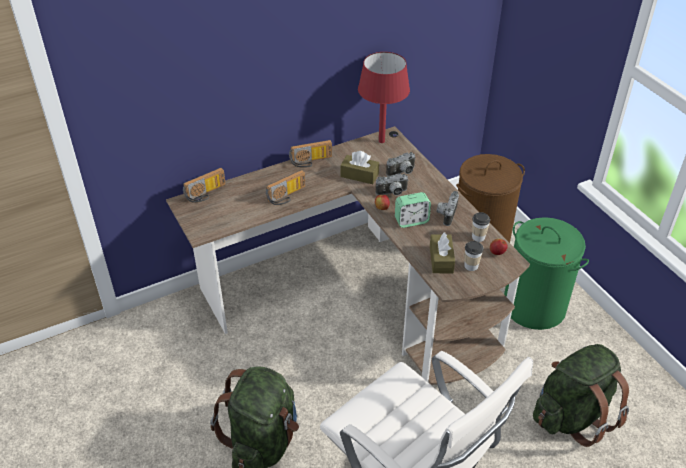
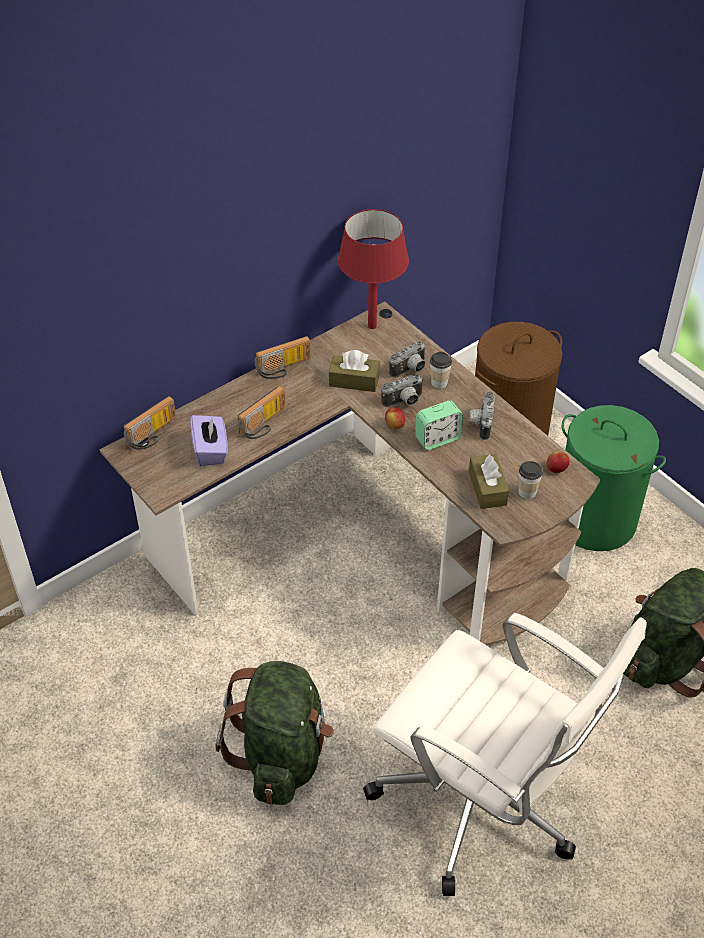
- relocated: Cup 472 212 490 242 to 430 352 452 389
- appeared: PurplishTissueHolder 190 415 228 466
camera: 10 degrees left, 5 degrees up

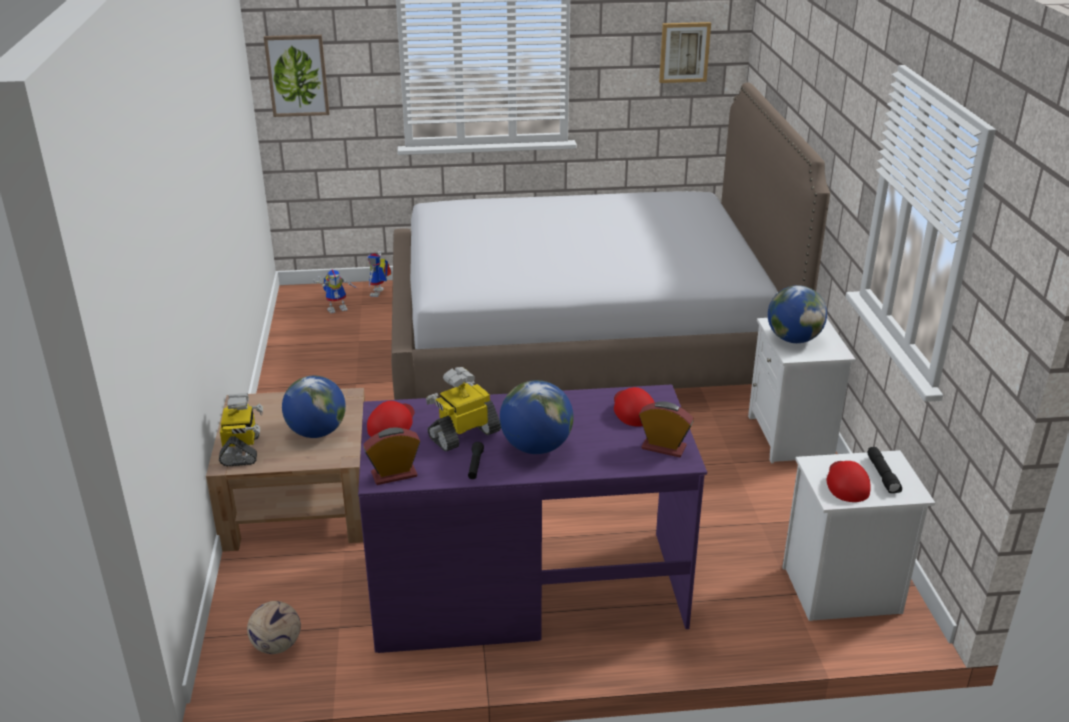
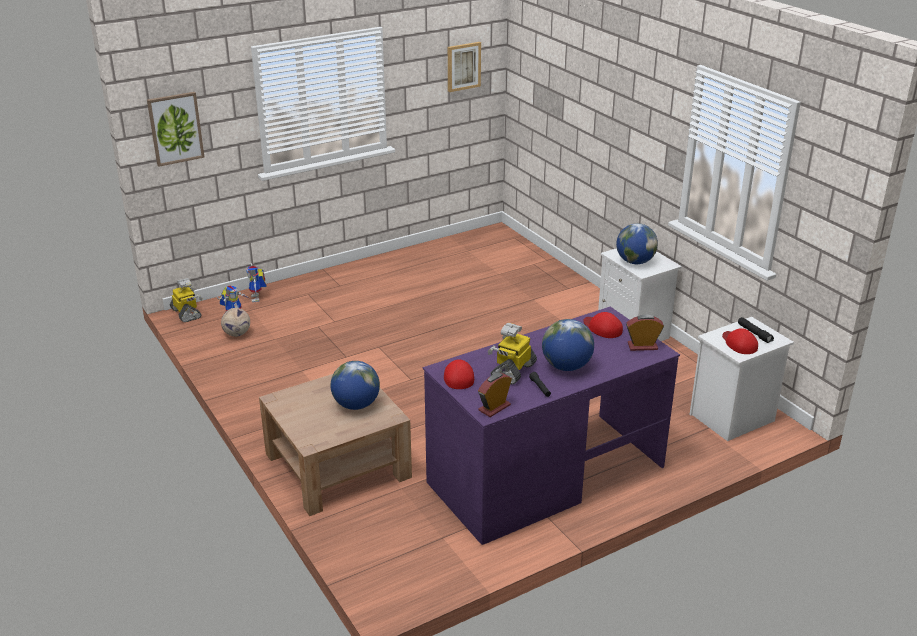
- relocated: ToyRobot 219 393 263 466 to 170 278 202 322
- relocated: FootballBall 247 601 301 654 to 221 308 250 337
- missing: Bed 391 82 830 400
camera: 25 degrees left, 0 degrees up

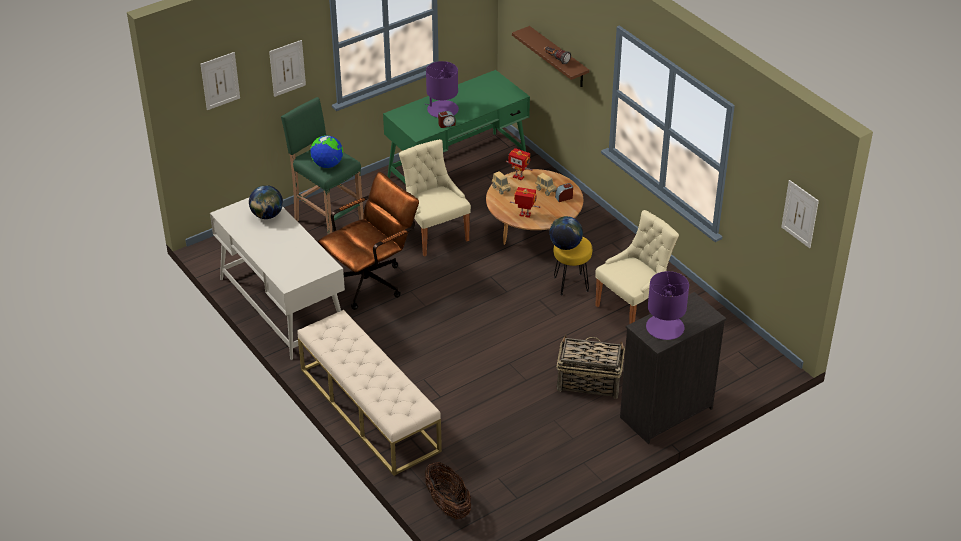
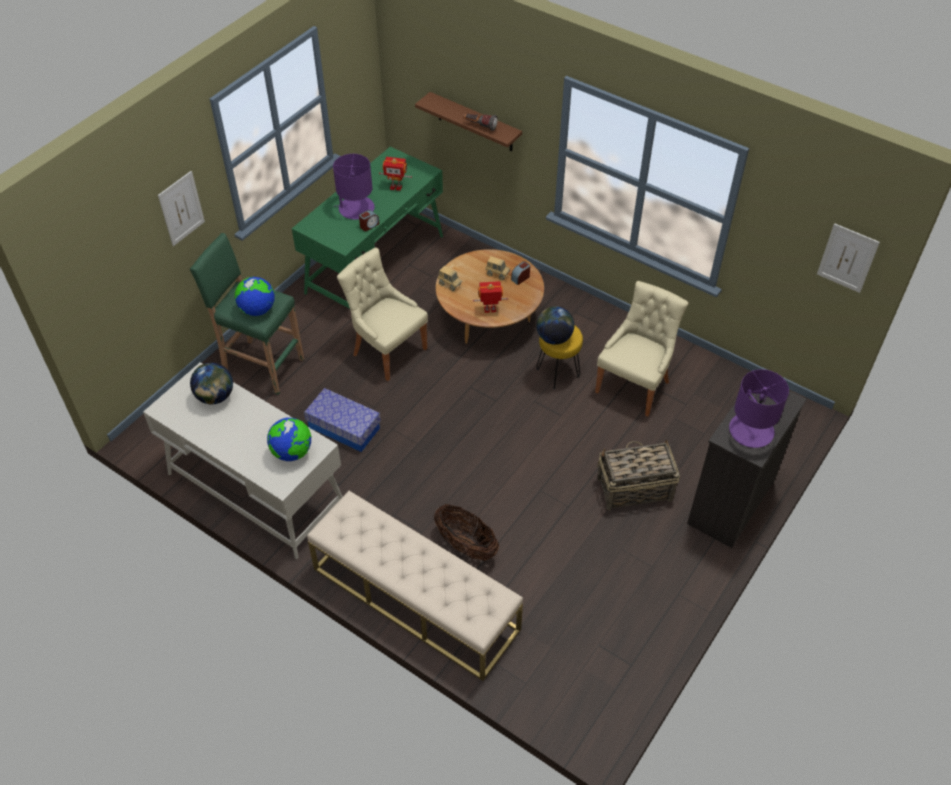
- missing: WallArt 201 52 240 110
- exchanged: BrownComputerChair 318 172 419 310 to StorageBin 304 388 381 452
- relocated: Basket 425 462 471 519 to 434 504 499 561
- relocated: ToyRobot 506 148 533 180 to 379 157 412 191
- appeared: Globe 267 418 311 461
camera: 20 degrees left, 10 degrees up

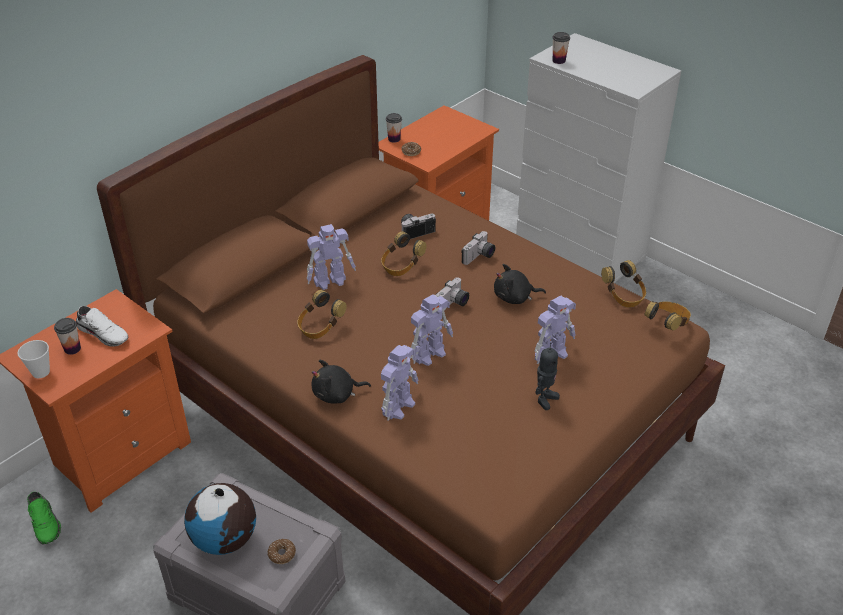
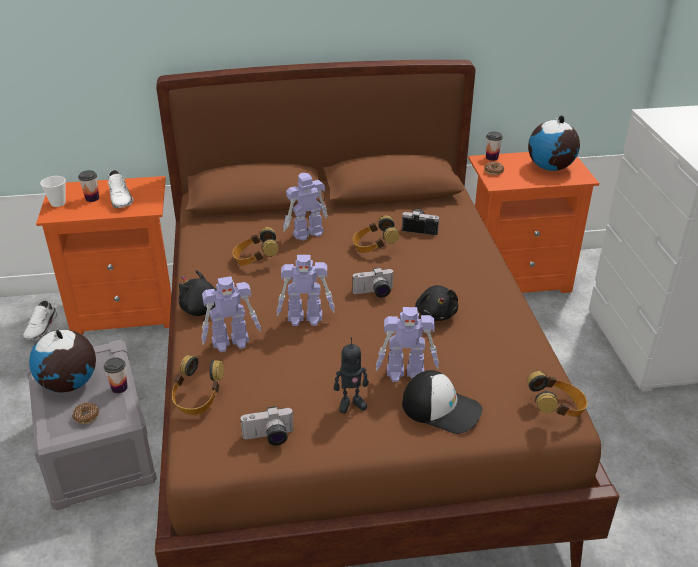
- colour: GreenishShoe 27 492 61 545 to WhitishShoe 23 300 58 340
- spun: ToyRobot 307 224 356 290 = 283 173 327 241 135 degrees clockwise
- relocated: StillCamera 461 231 495 265 to 240 406 293 446
- spun: BlackishCuddlyToy 494 264 546 304 = 415 285 458 321 135 degrees counterclockwise
- relocated: Cup 553 32 570 64 to 104 357 128 393
- relocated: Headphones 601 260 646 307 to 172 355 224 415
- appeared: PeakedCap 402 370 483 434
- appeared: Globe 528 115 580 171
camera: 40 degrees right, 5 degrees down

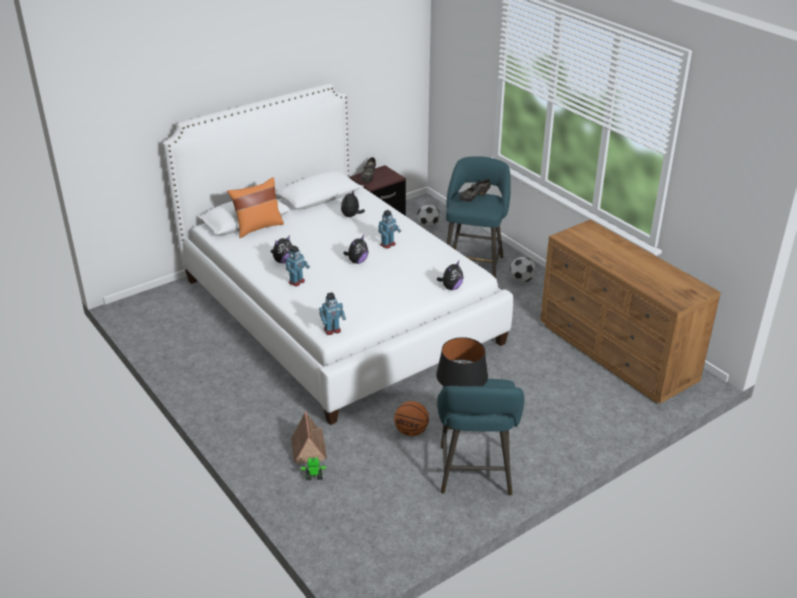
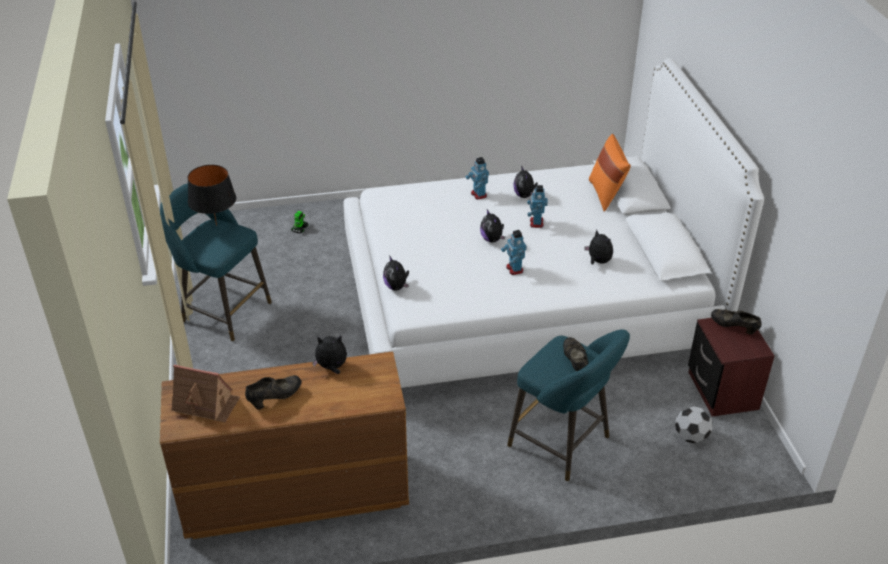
- relocated: ModelHouse 291 411 327 464 to 172 364 240 422
- relocated: ToyRobot 319 292 346 335 to 527 185 548 228
- missing: BasketballBall 394 401 429 436
- missing: FootballBall 510 257 536 282
- appeared: BlackishShoe 245 375 302 410
- appeared: CuddlyToy 312 336 347 374
camera: 115 degrees right, 5 degrees up

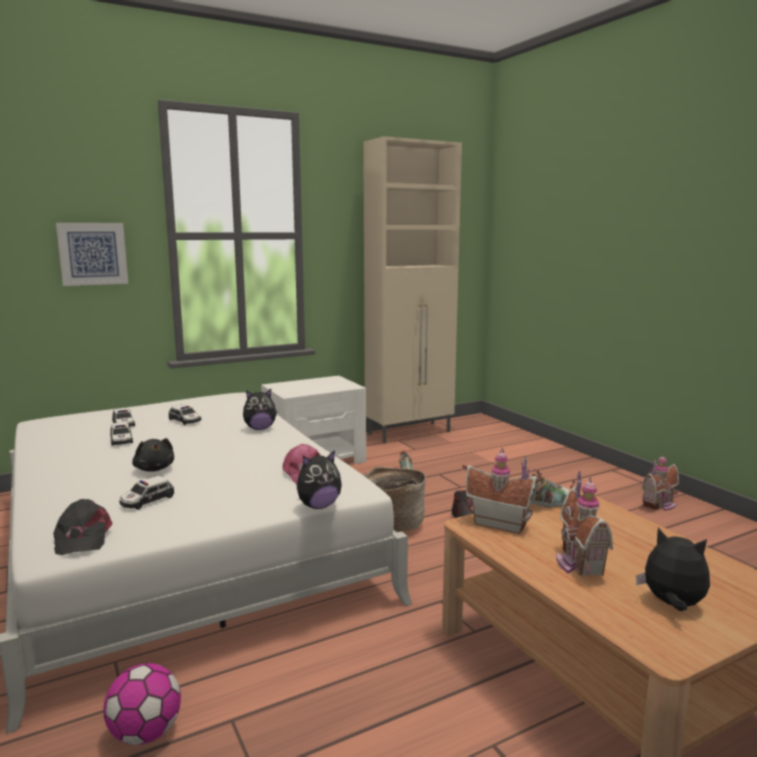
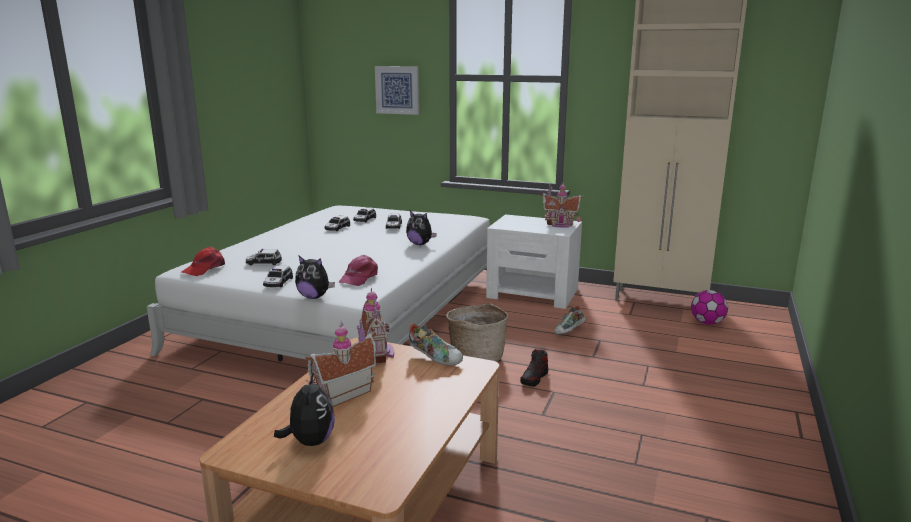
- colour: BlackishPeakedCap 53 499 113 555 to RedColouredPeakedCap 180 247 225 276
- relocated: FootballBall 103 663 181 745 to 691 290 728 325
- missing: BlackishCuddlyToy 132 438 174 472
- relocated: ModelHouse 642 455 679 511 to 540 182 584 228
- appeared: ModelCar 263 265 293 287
camera: 50 degrees right, 5 degrees up

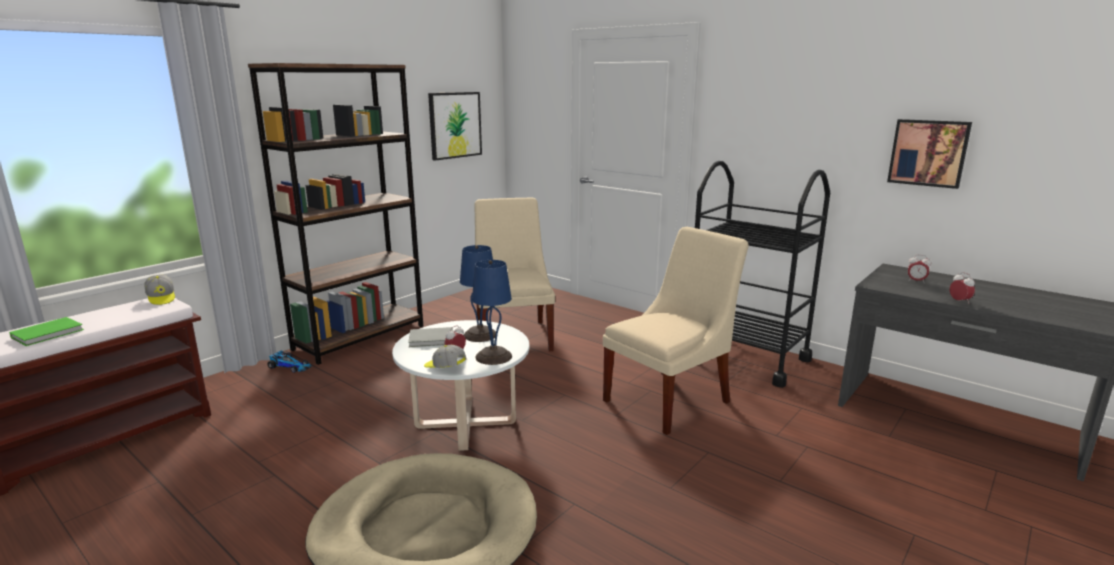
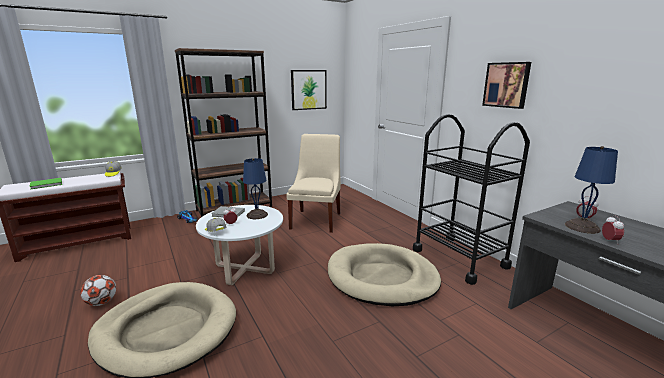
- relocated: BluishTabletopLamp 472 260 512 365 to 565 146 618 234
- exchanged: BeigeColouredPlainChair 603 227 749 435 to BeigeColouredDogBed 328 243 441 306
- relocated: WallArt 887 119 972 189 to 482 62 531 109
- appeared: FootballBall 80 275 116 306
camera: 20 degrees right, 0 degrees up

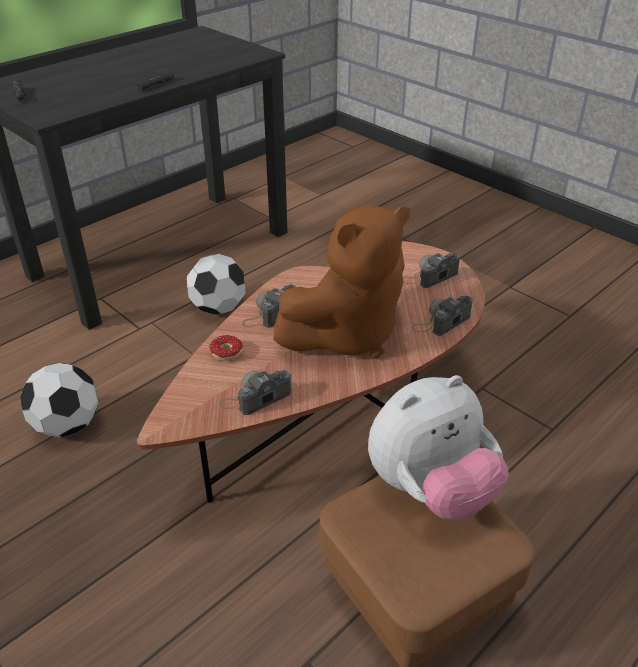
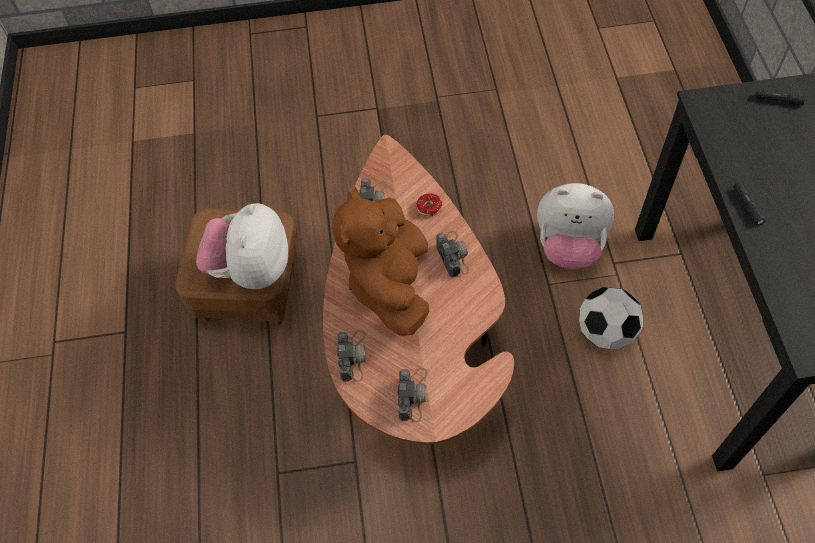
- missing: FootballBall 20 363 99 438
- appeared: CuddlyToy 537 183 614 269
camera: 130 degrees right, 20 degrees up

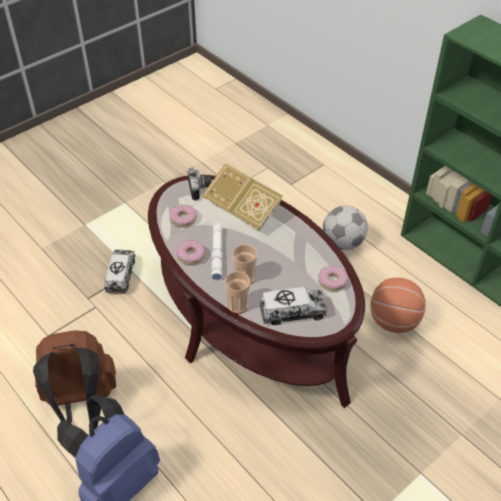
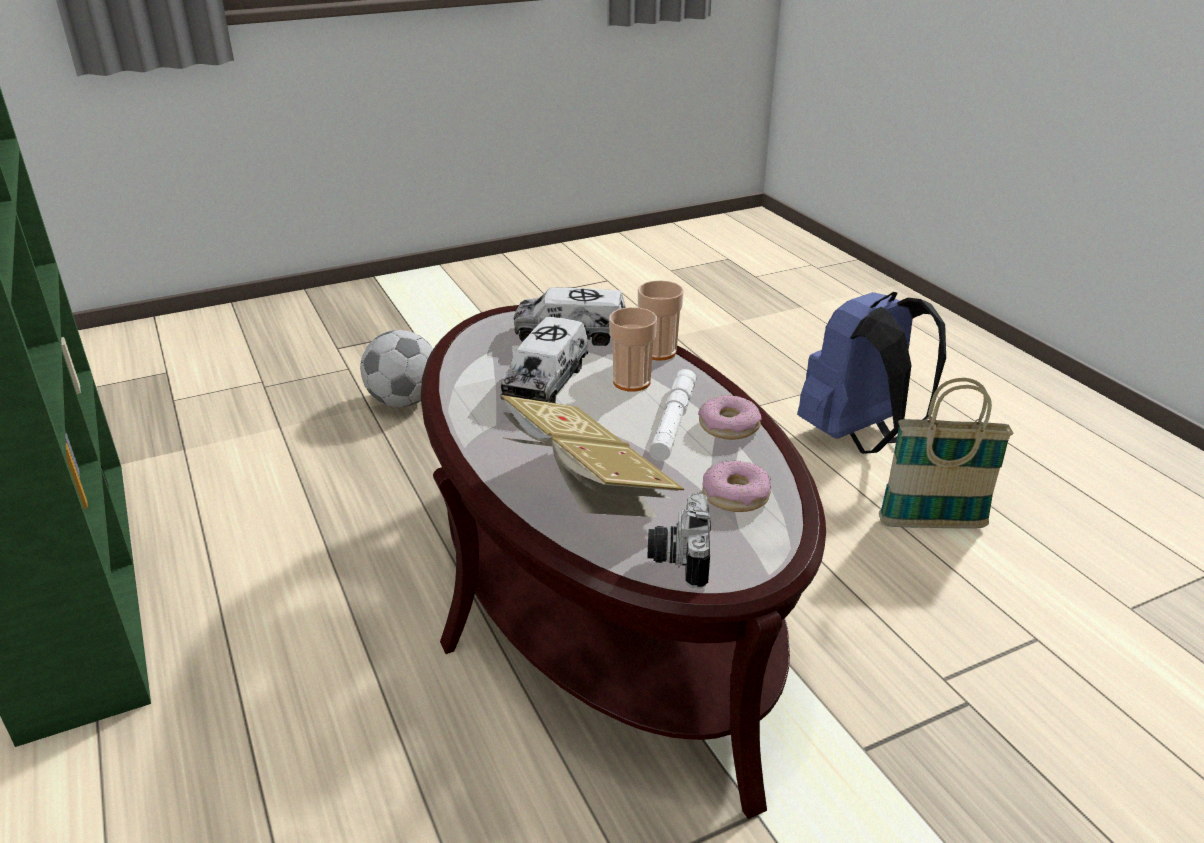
- exchanged: BrownBackpack 33 330 116 424 to Basket 879 378 1014 528
- relocated: ModelTruck 105 250 135 294 to 500 317 588 403
- missing: Donut 318 266 348 292
- relocated: FootballBall 323 206 368 250 to 360 330 433 407
- missing: BasketballBall 370 278 426 333
camera: 165 degrees left, 15 degrees down

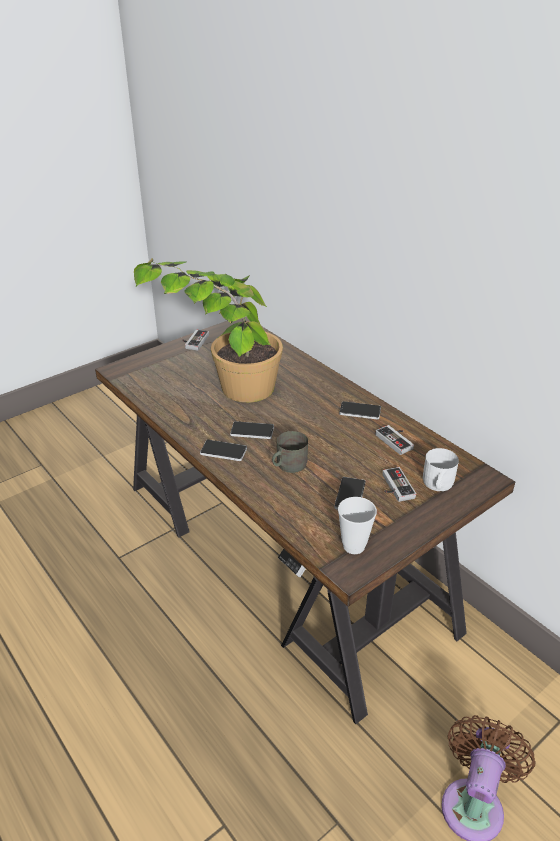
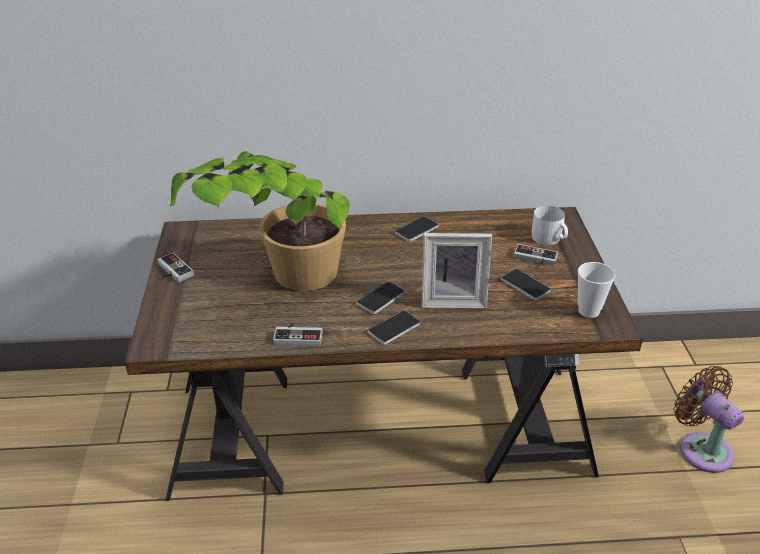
- exchanged: GreyishTeaMug 272 431 308 473 to StandingFrame 421 233 492 309
- relocated: Gamepad 375 425 414 455 to 273 323 323 346
camera: 55 degrees left, 0 degrees up

